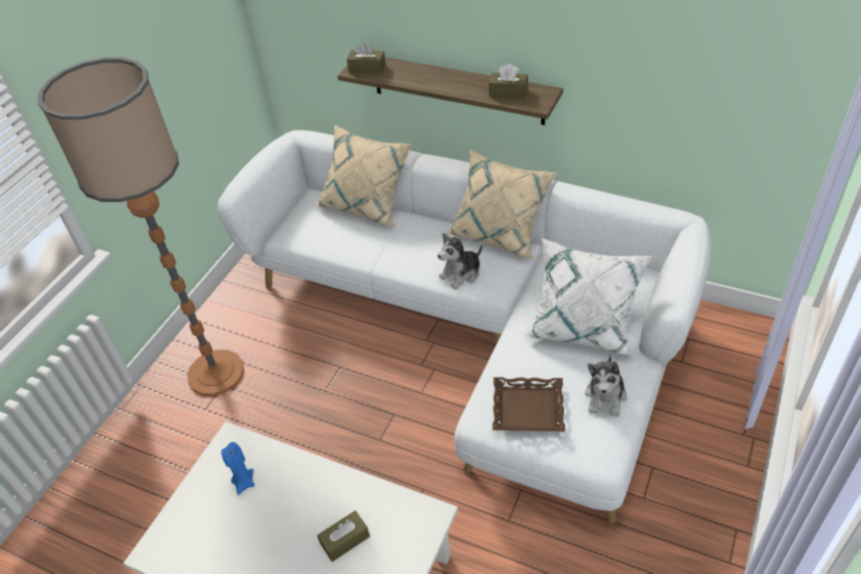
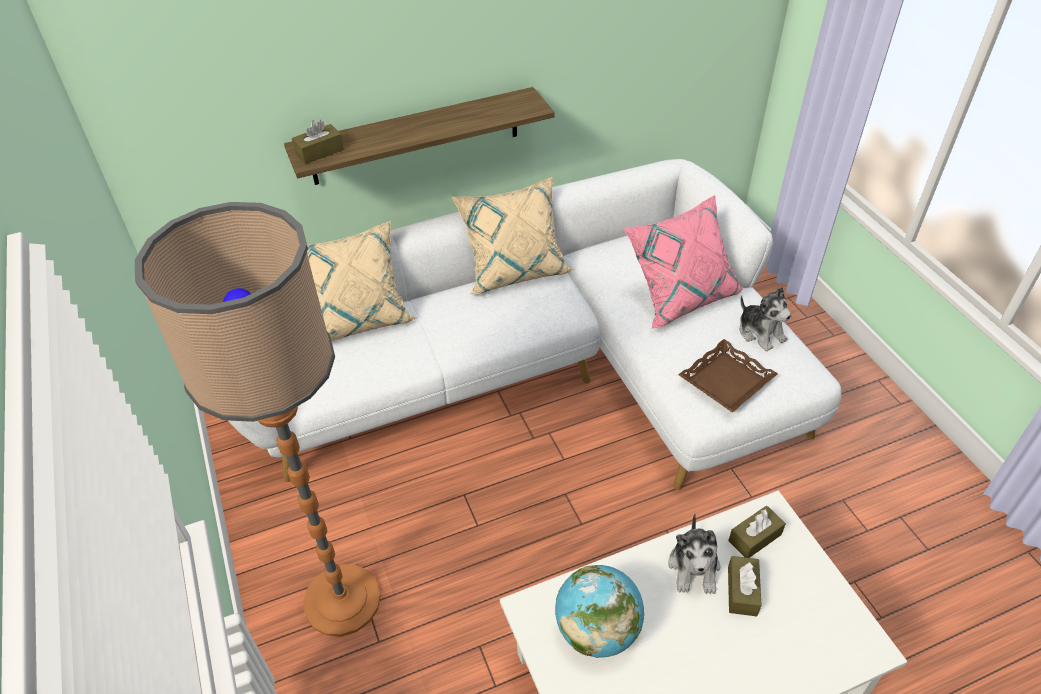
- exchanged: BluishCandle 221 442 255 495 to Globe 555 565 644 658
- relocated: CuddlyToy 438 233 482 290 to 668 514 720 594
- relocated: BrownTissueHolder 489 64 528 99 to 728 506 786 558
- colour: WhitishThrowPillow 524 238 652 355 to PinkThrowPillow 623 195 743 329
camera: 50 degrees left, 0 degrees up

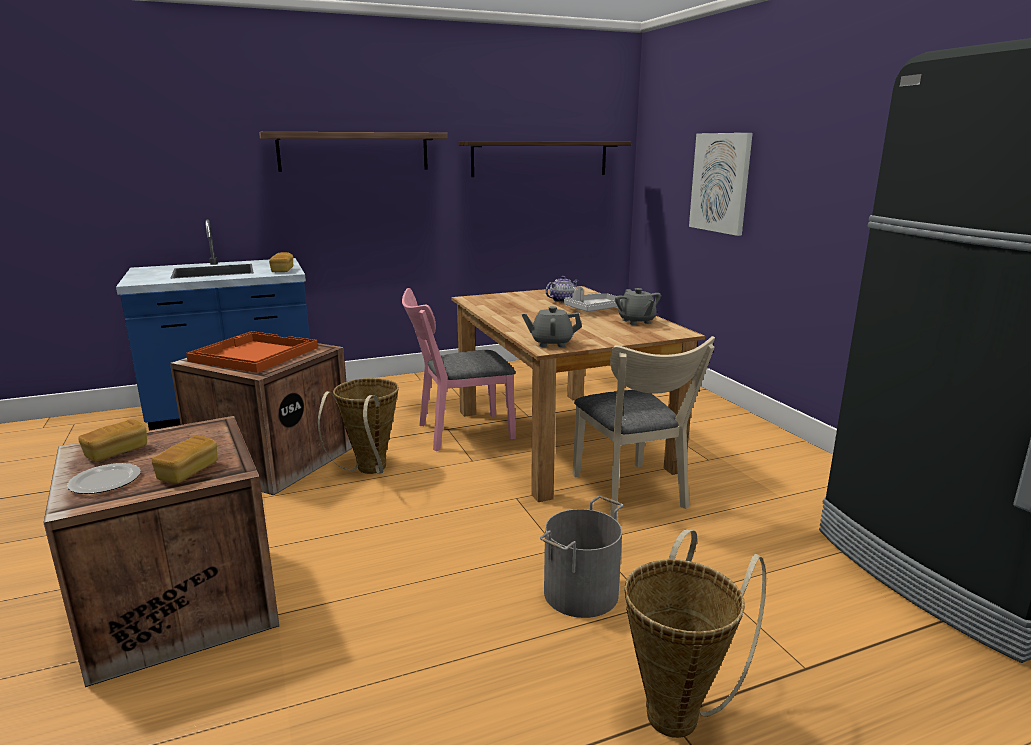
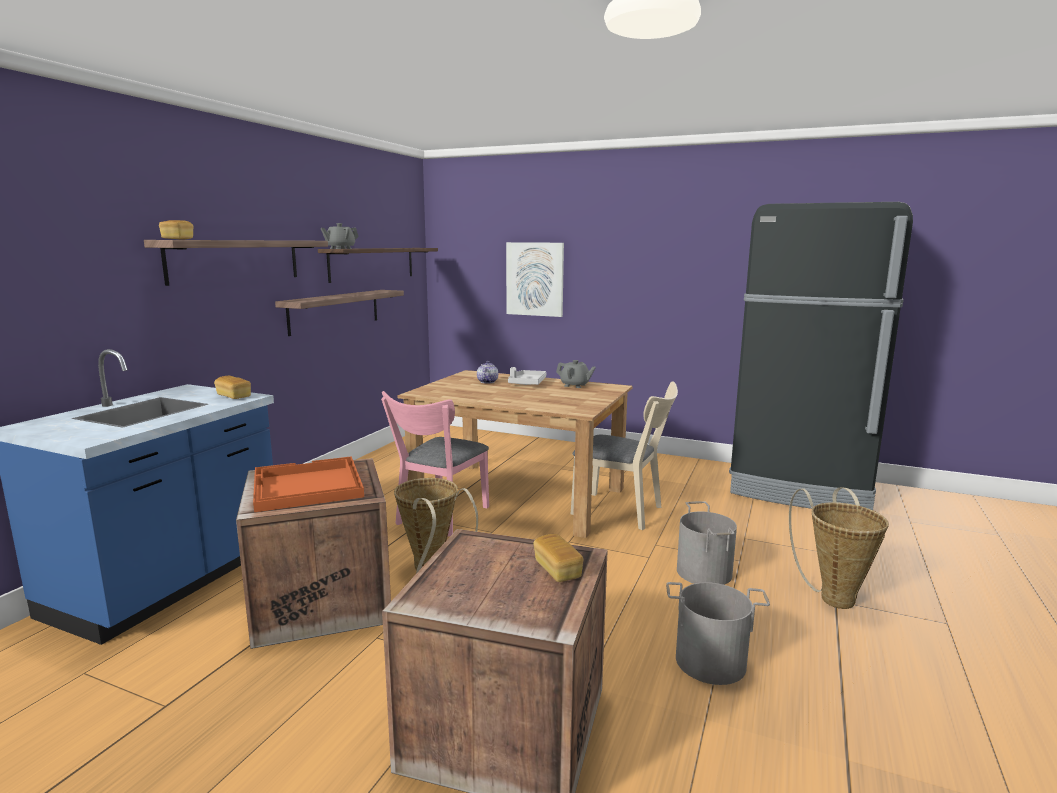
- missing: Plate 67 463 141 494
- relocated: Bread 78 419 147 462 to 159 220 193 240
- relocated: GreyishPotForTea 522 306 582 347 to 321 223 359 249
- appeared: WallShelf 275 290 404 336
- appeared: GreyishBucket 666 582 770 685
camera: 45 degrees left, 5 degrees down

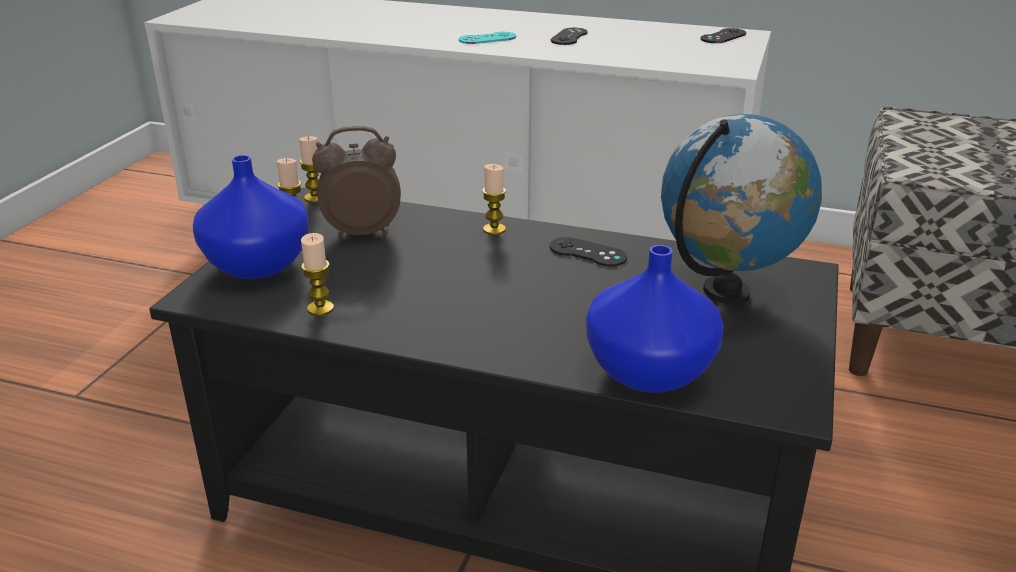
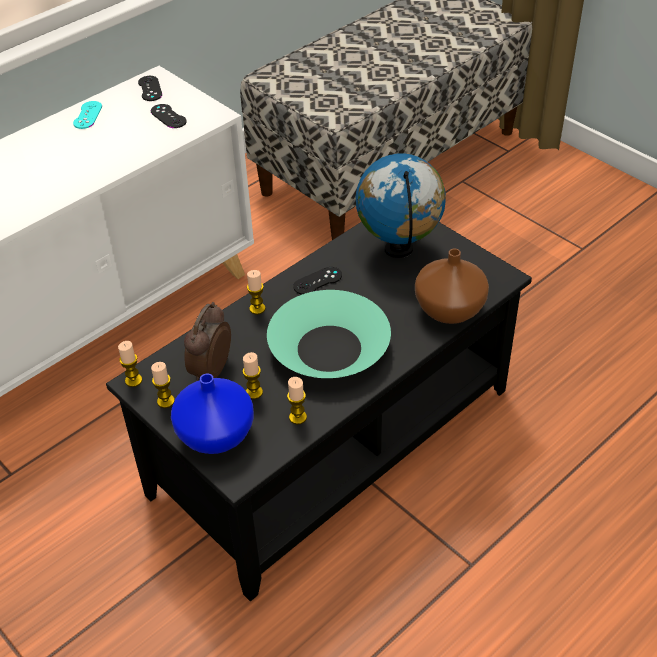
- relocated: TurquoiseGamepad 459 32 516 44 to 73 101 102 129
- relocated: BlackishGamepad 551 28 588 45 to 151 104 187 128
- colour: BluishDecorativeVase 586 245 724 393 to BrownDecorativeVase 415 249 489 324
- appeared: Candle 243 352 263 399
- appeared: TurquoiseBowl 267 290 391 378
camera: 60 degrees left, 15 degrees up

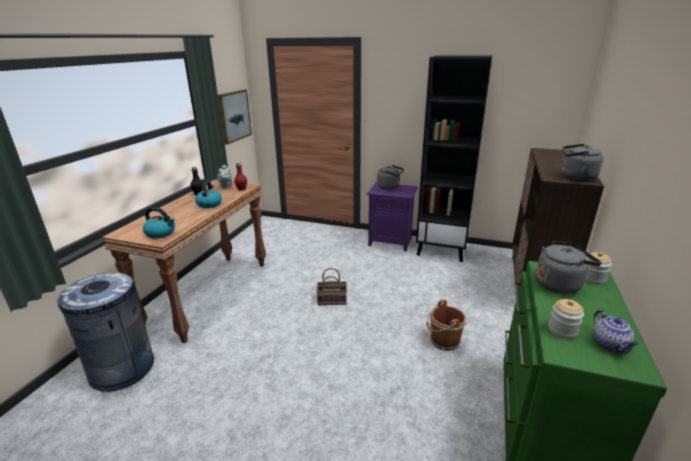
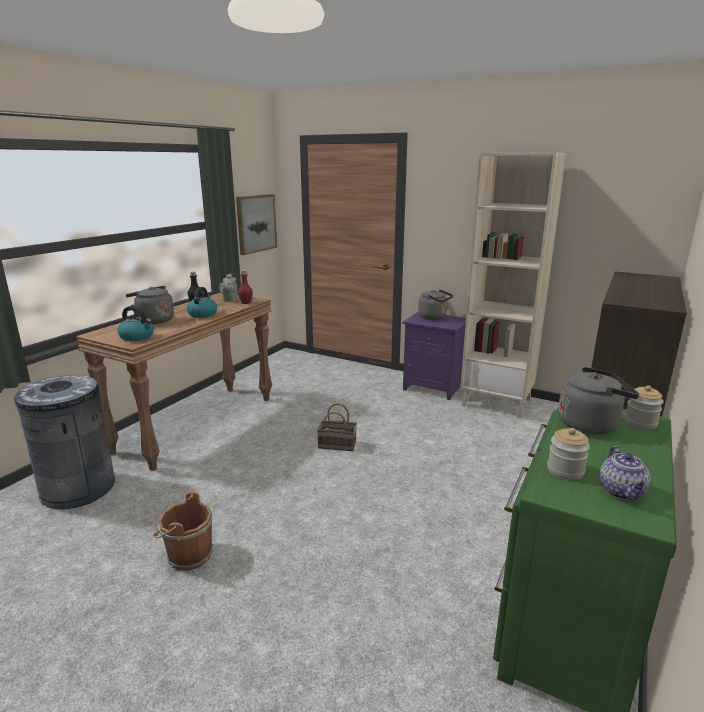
- colour: BlackishShelvingUnit 416 55 492 262 to BeigeColouredShelvingUnit 460 152 566 419
- relocated: BrownBucket 426 299 467 351 to 153 492 213 570
- relocated: GreyishTeaKettle 562 144 603 181 to 126 286 174 324
camera: 10 degrees right, 5 degrees down

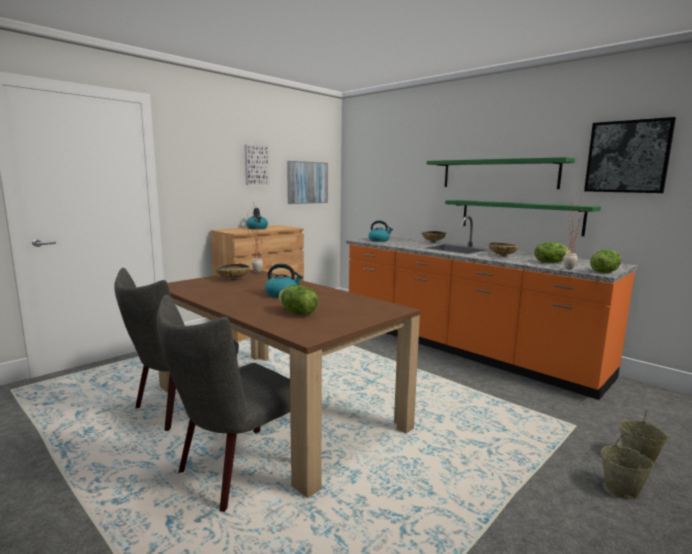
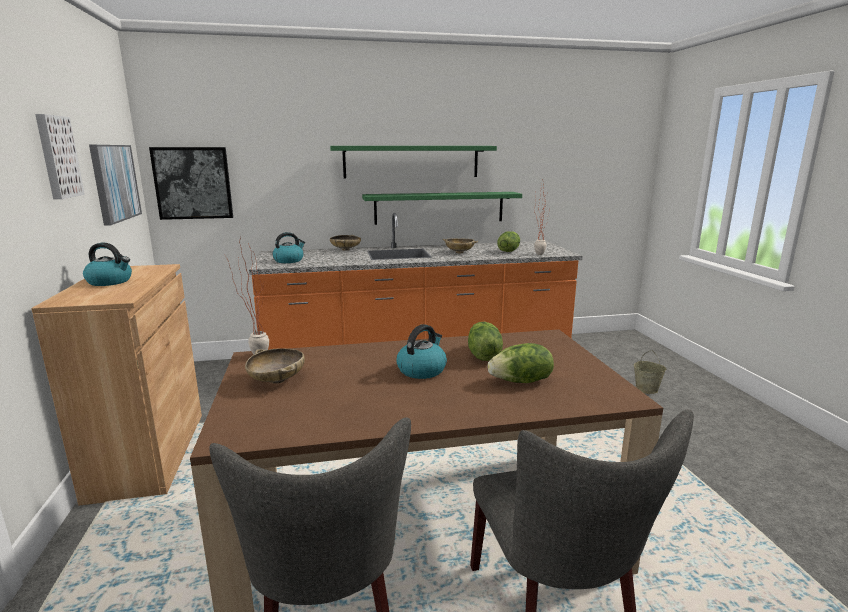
- relocated: WallArt 584 117 676 193 to 149 147 233 220
- relocated: HeadOfLettuce 590 250 621 273 to 468 322 503 361
- missing: BeigeColouredBucket 601 434 654 499
camera: 55 degrees left, 5 degrees up

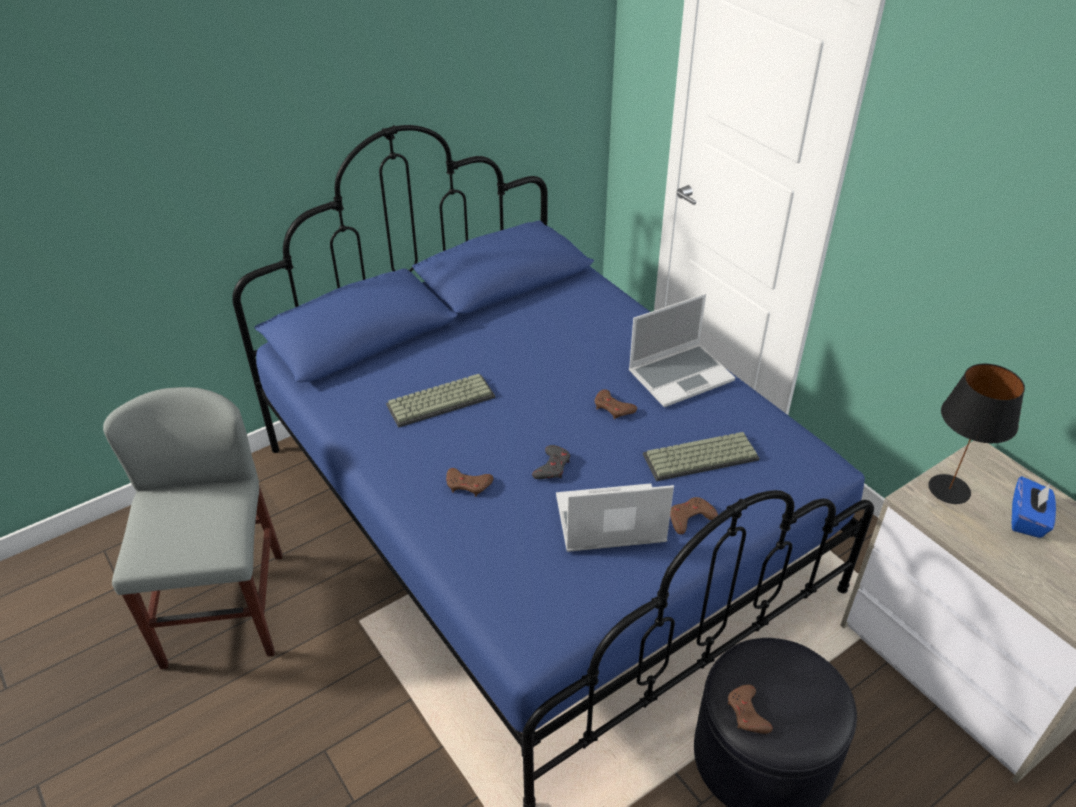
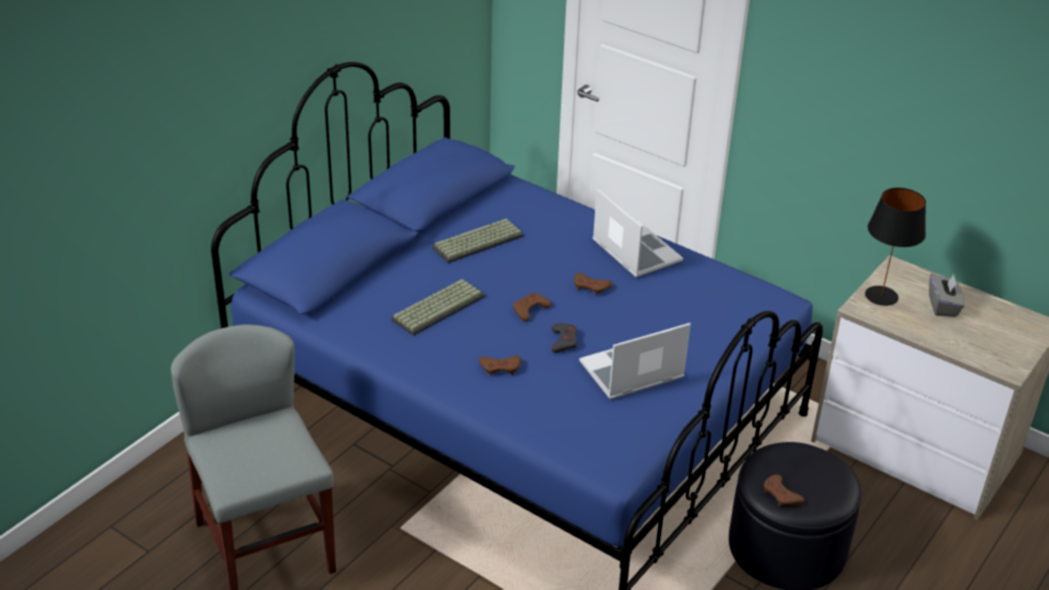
- spun: PortableComputer 629 294 735 407 = 593 189 683 277 75 degrees counterclockwise
- relocated: PcKeyboard 643 432 759 481 to 432 218 524 263
- relocated: BrownGamepad 670 497 718 534 to 513 293 551 322
- colour: BluishTissueHolder 1012 476 1056 538 to GreyishTissueHolder 929 274 964 317
camera: 20 degrees left, 5 degrees down

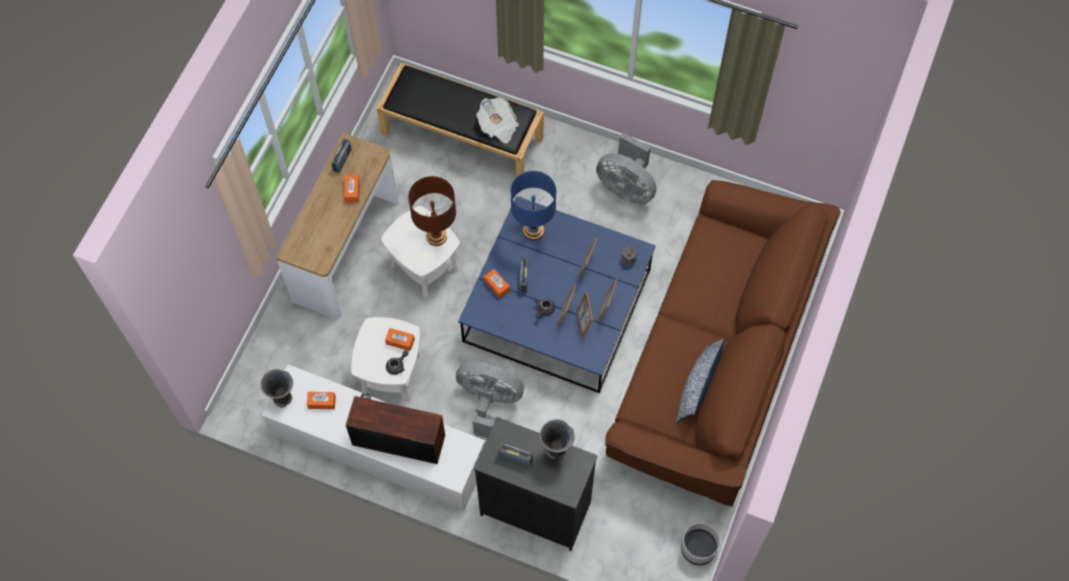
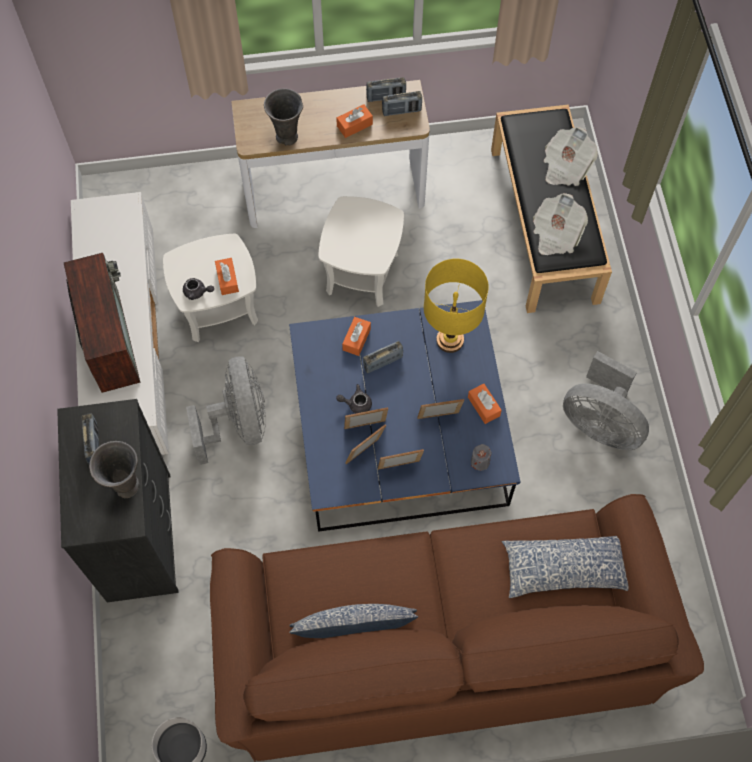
- relocated: GreyishDecorativeVase 261 369 293 407 to 264 88 303 146
- relocated: OrangeTissueHolder 307 392 336 409 to 468 383 502 424
- missing: BrownTabletopLamp 408 176 456 246
- colour: BluishTabletopLamp 510 171 556 240 to YellowishTabletopLamp 424 258 489 353
- spun: GreyishCoolingFan 596 133 657 204 = 563 351 649 450 60 degrees counterclockwise
- appeared: RadioReceiver 382 91 422 116
- appeared: ThrowPillow 502 536 629 598
- appeared: Newspaper 544 127 598 186
camera: 60 degrees right, 0 degrees up

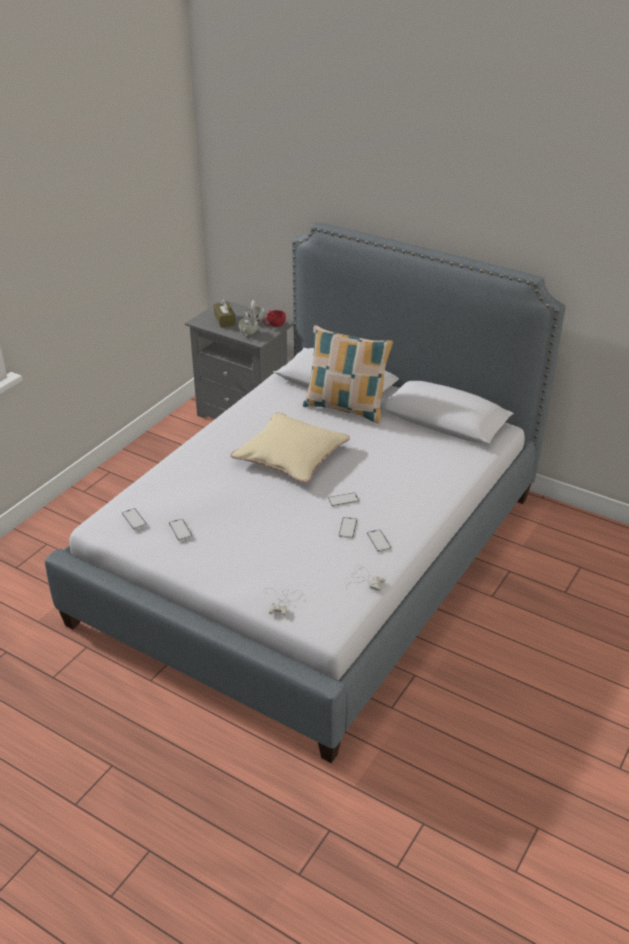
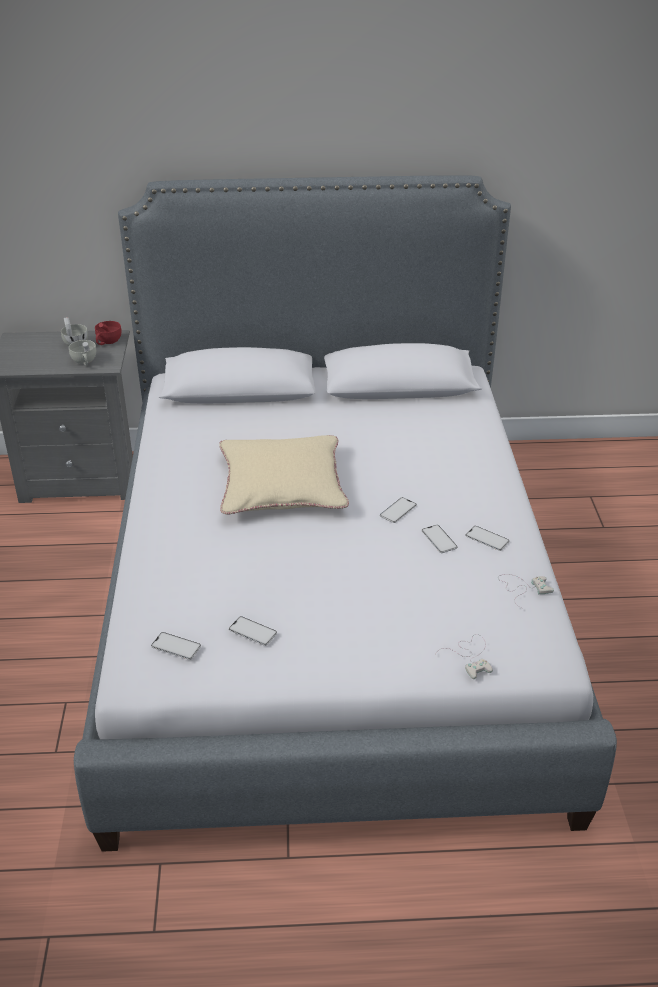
- missing: BrownTissueHolder 214 298 236 328
- missing: ThrowPillow 303 325 393 423
camera: 35 degrees left, 0 degrees up

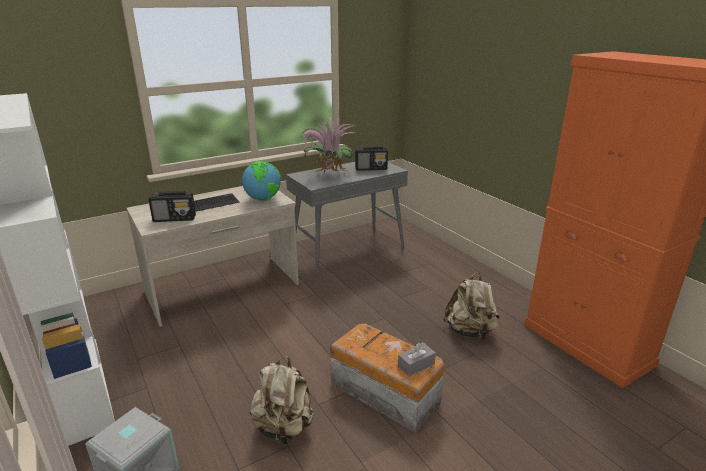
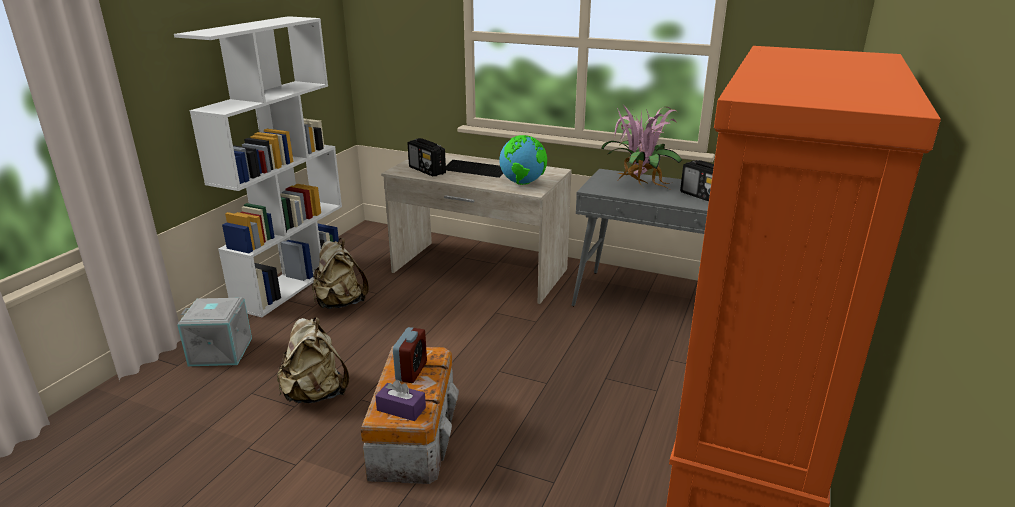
- colour: GreyishTissueHolder 398 342 436 376 to PurplishTissueHolder 375 380 426 421
- relocated: BeigeColouredBackpack 443 272 500 340 to 312 238 369 309
- appeared: BedsideClock 393 327 427 383
camera: 55 degrees right, 0 degrees up

